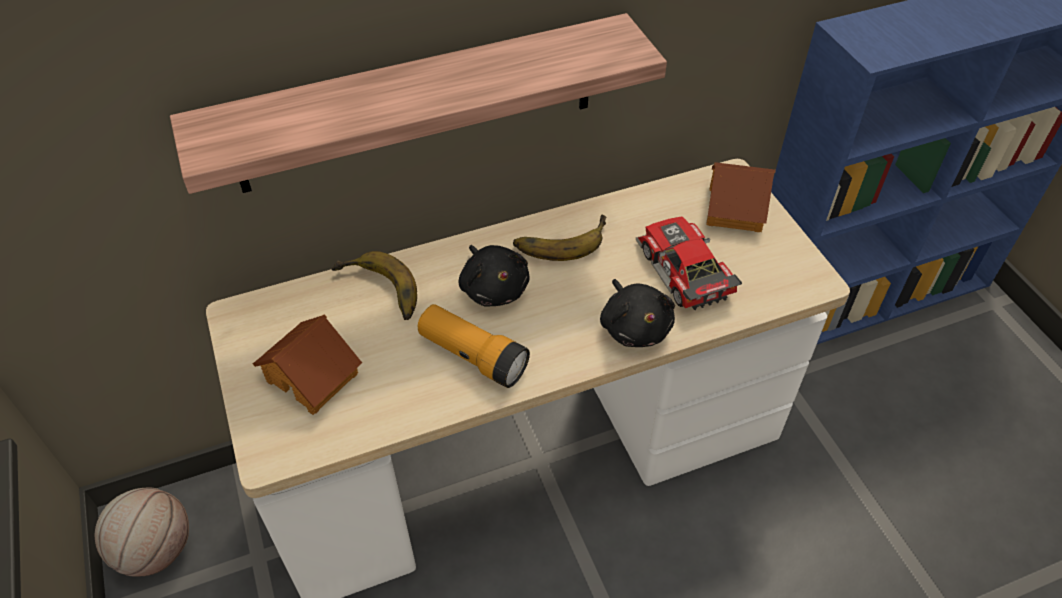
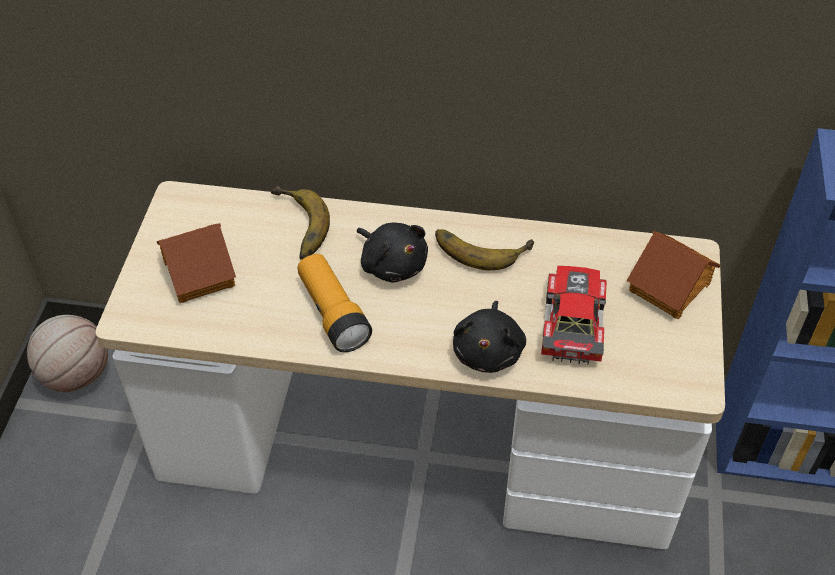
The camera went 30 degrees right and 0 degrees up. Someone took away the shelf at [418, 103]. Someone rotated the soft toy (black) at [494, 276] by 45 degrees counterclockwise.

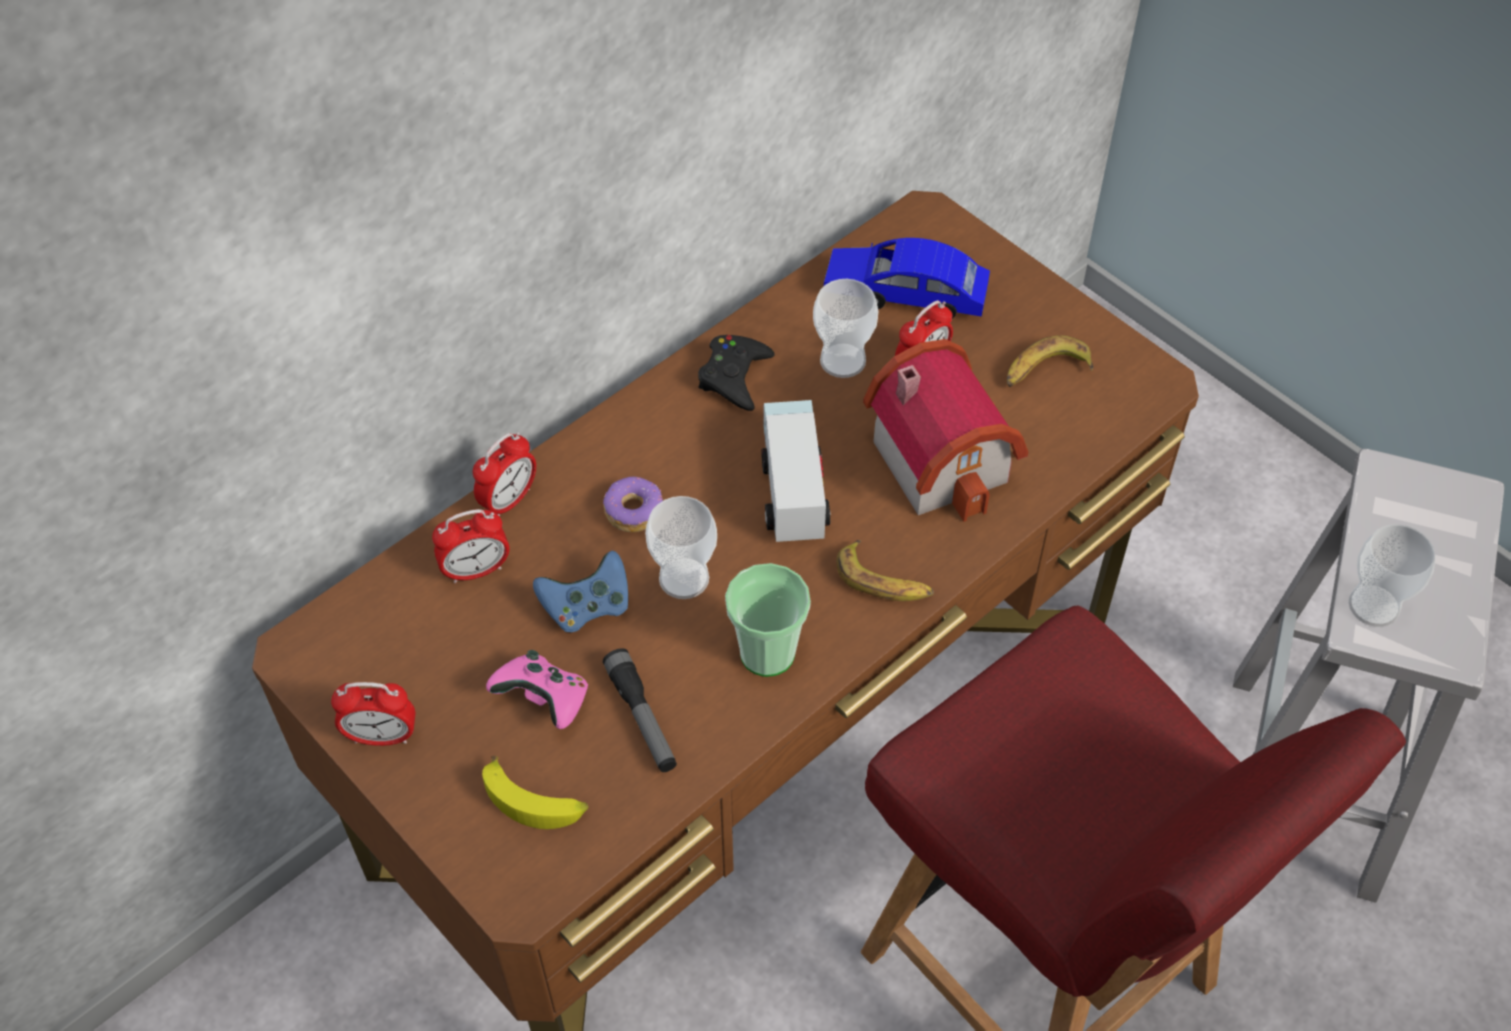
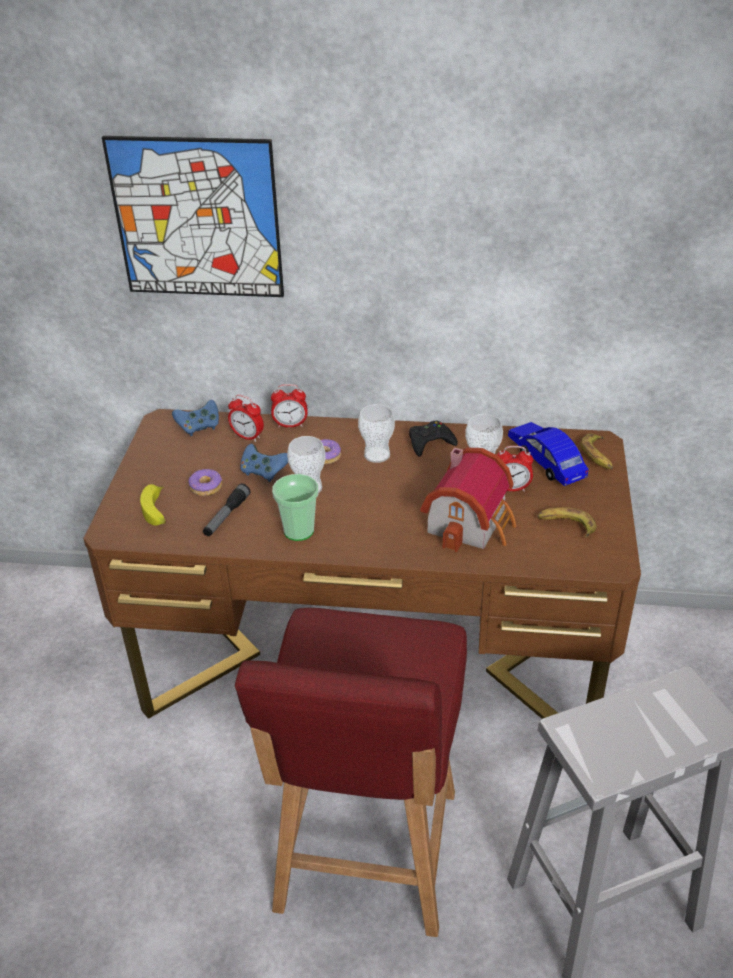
The camera went 50 degrees right and 15 degrees down. Someone took away the model truck at [795, 471]. Someone carried the small cup from [1391, 575] to [376, 433]. Someone carried the banana from [885, 570] to [596, 451]. Someone swapped the gamepad (pinkish) at [537, 689] for the doughnut at [205, 482]. Someone took away the table clock at [373, 714]. Someone put up the wall art at [193, 216]. Someone put down the gamepad (blue) at [195, 418].

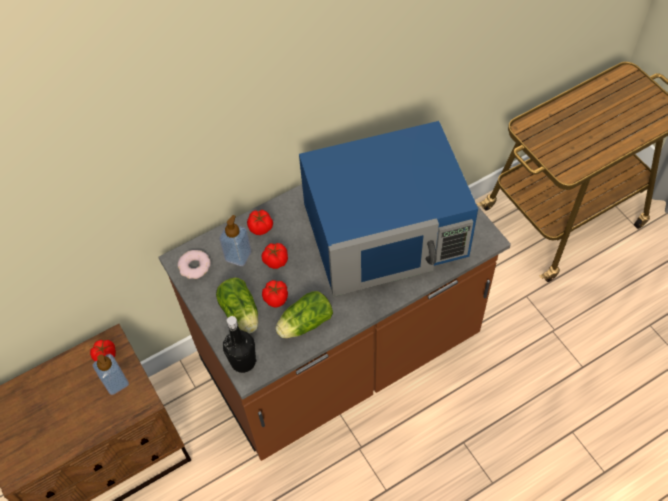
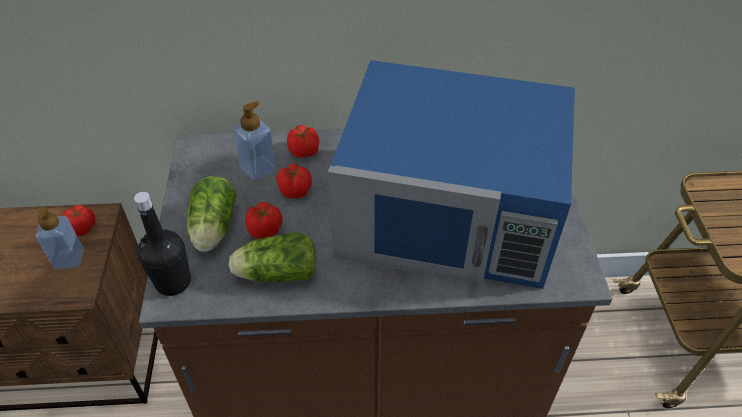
The camera went 25 degrees right and 10 degrees down. Someone took away the doughnut at [194, 264].

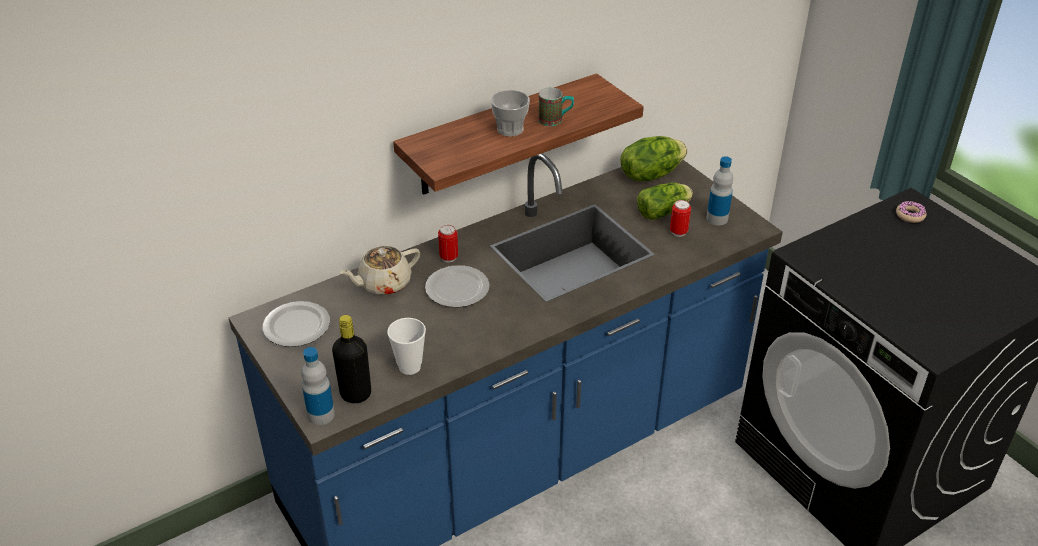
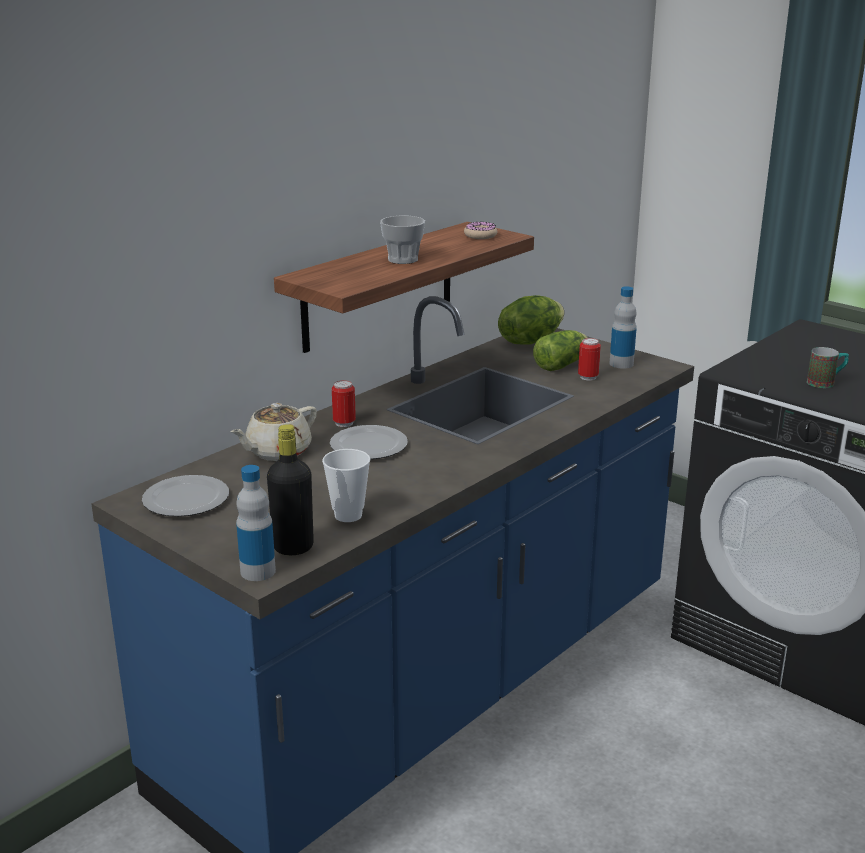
The camera went 15 degrees left and 15 degrees down. Someone carried the tea mug from [556, 107] to [828, 367]. Someone carried the doughnut from [911, 212] to [480, 230].

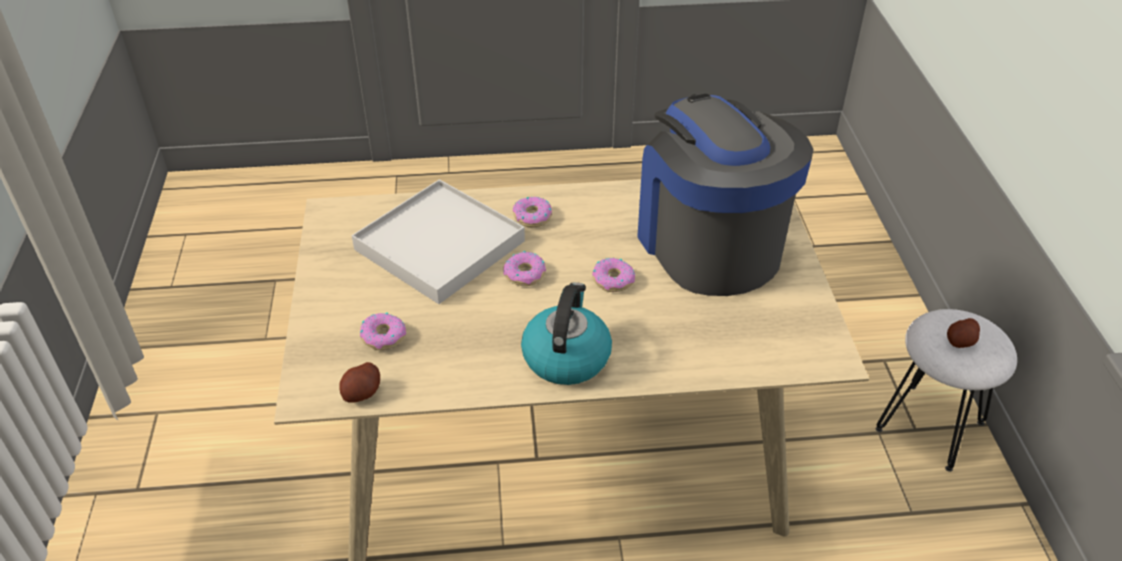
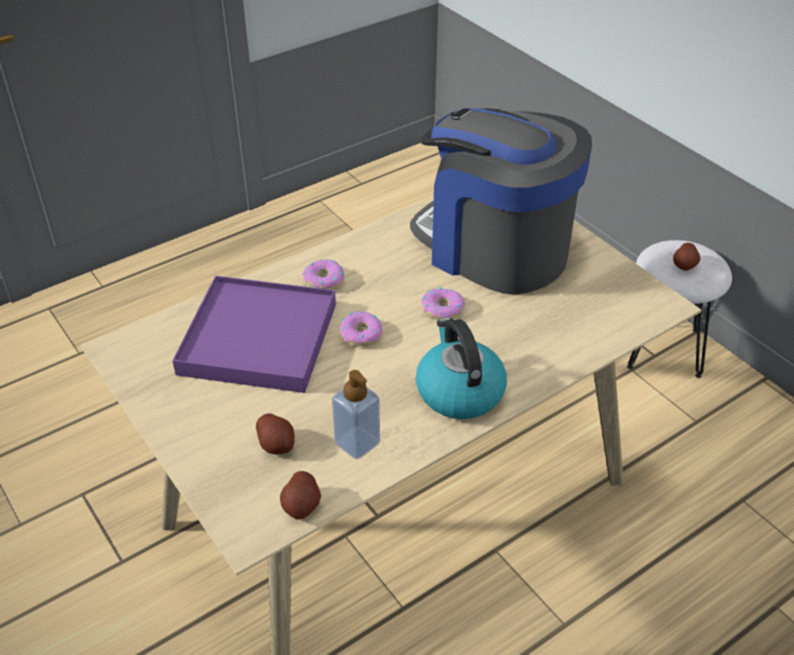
The camera went 30 degrees left and 0 degrees up. Someone repainted the carrying tray (whitish) at [438, 241], which became the carrying tray (purplish) at [254, 334]. Someone swapped the doughnut at [383, 331] for the spud at [275, 433]. Someone put down the liquid soap bottle at [356, 414].

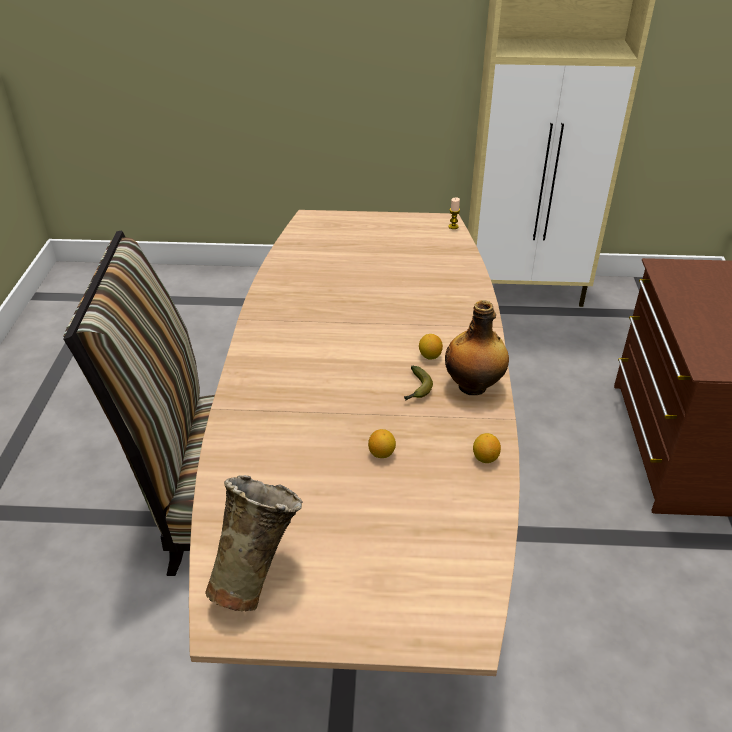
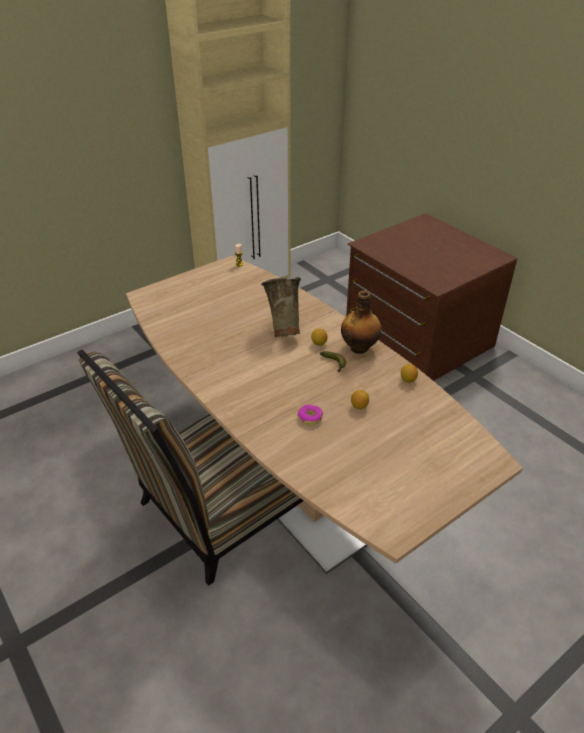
The camera went 40 degrees left and 0 degrees up. Someone carried the flower vase (sand-coloured) from [254, 543] to [281, 307]. Someone put down the doughnut at [310, 415].

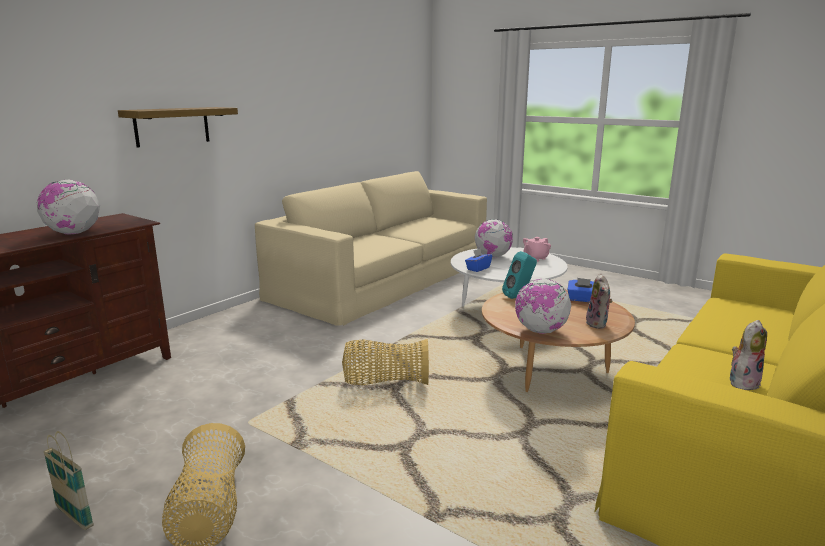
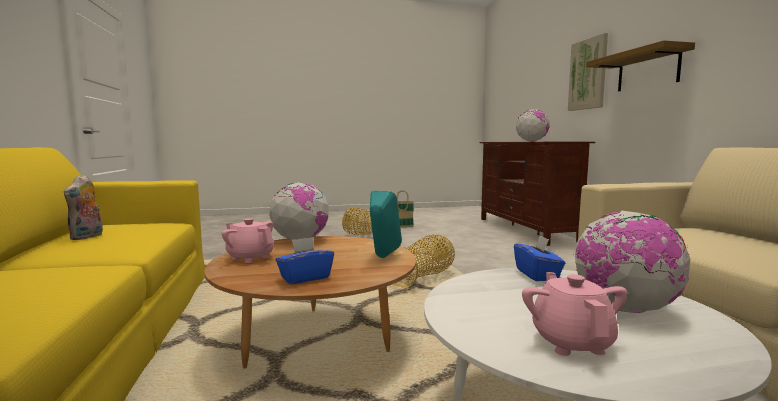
The camera went 130 degrees right and 10 degrees down. Someone swapped the soft toy at [599, 301] for the pot for tea (pinkish) at [248, 240]. Someone put up the wall art at [588, 72].

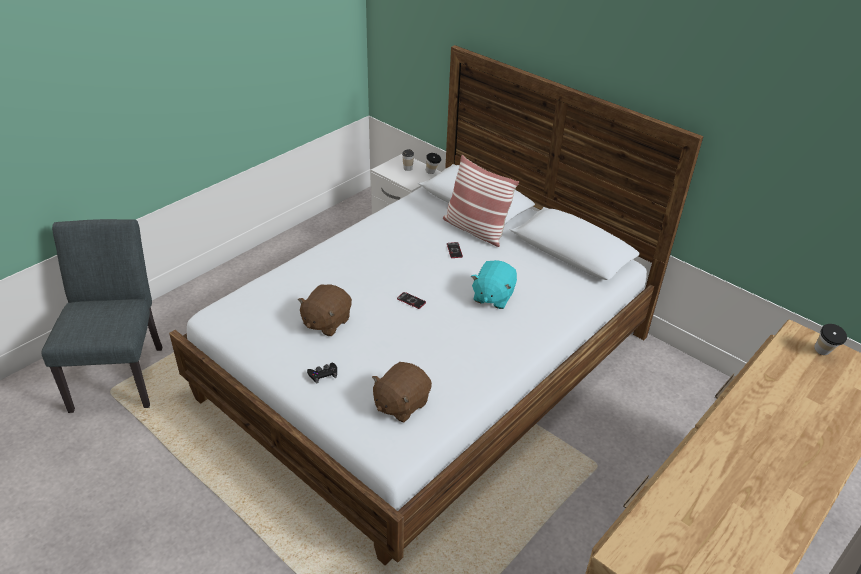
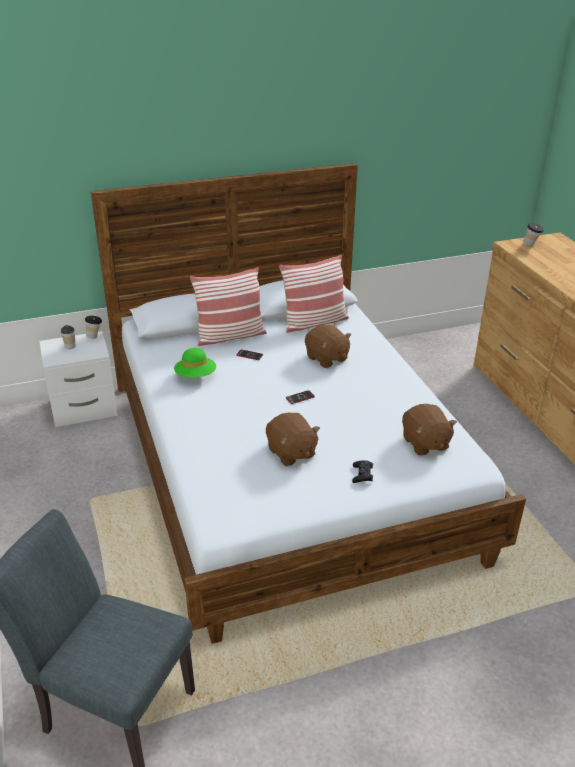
The camera went 60 degrees left and 5 degrees down. Someone repainted the soft toy (turquoise) at [494, 284], which became the soft toy (brown-coloured) at [328, 346]. Someone put down the cushion at [314, 294]. Someone put down the clothing hat (greenish) at [195, 363].

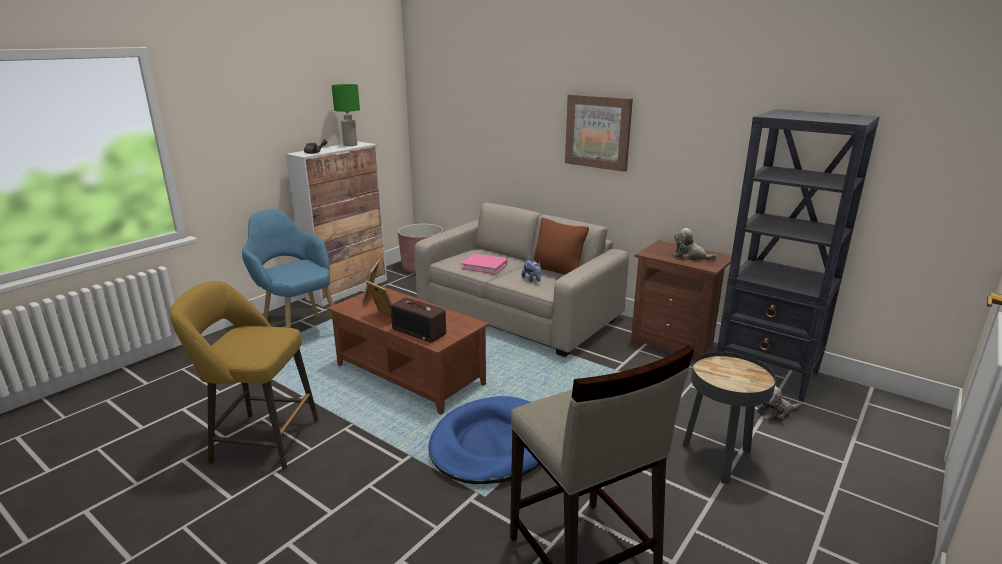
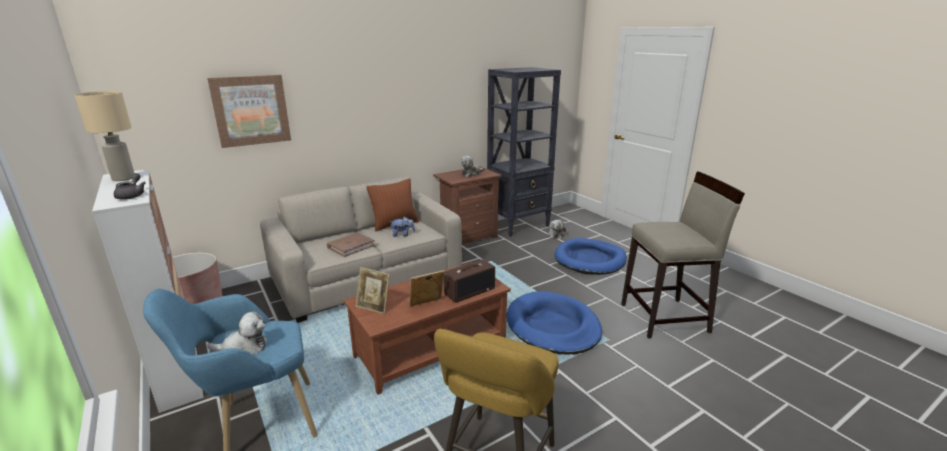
The camera went 70 degrees left and 0 degrees up. Someone repainted the table lamp (greenish) at [346, 115], which became the table lamp (sand-coloured) at [104, 136]. Someone carried the wall art from [599, 133] to [249, 111]. Someone repainted the volume (pinkish) at [484, 264], which became the volume (brown-coloured) at [351, 244]. Someone swapped the accent table (black) at [729, 418] for the pet bed (blue) at [590, 256]. Someone put down the soft toy at [237, 332].

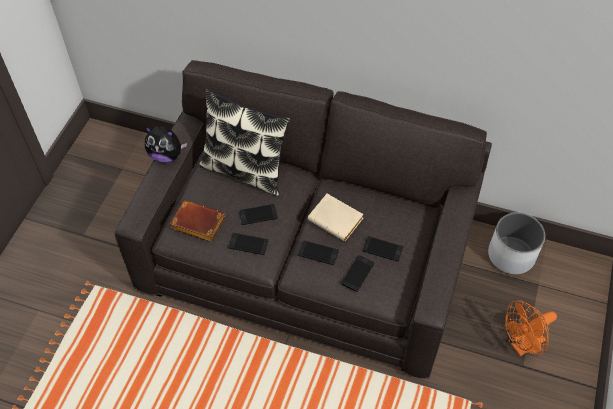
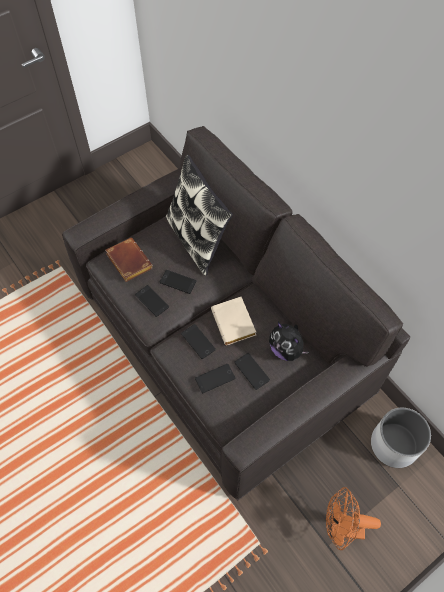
The camera went 35 degrees right and 5 degrees up. Someone carried the soft toy from [166, 145] to [289, 341].

